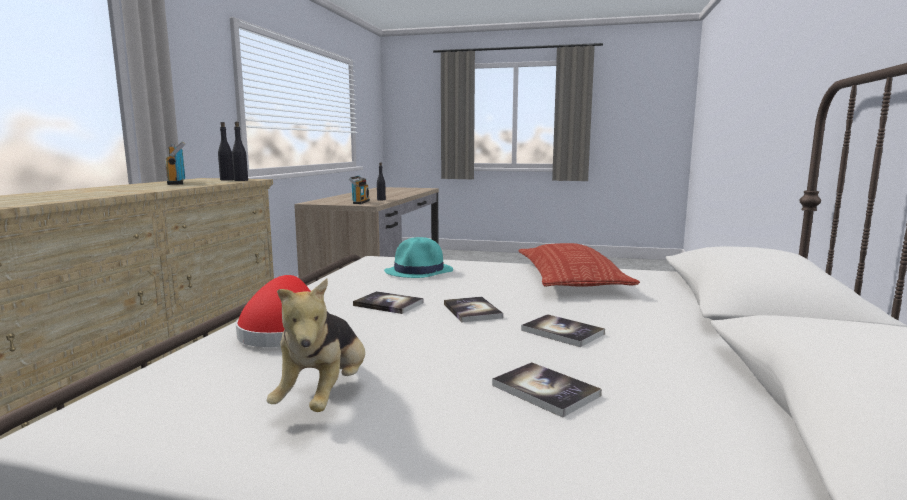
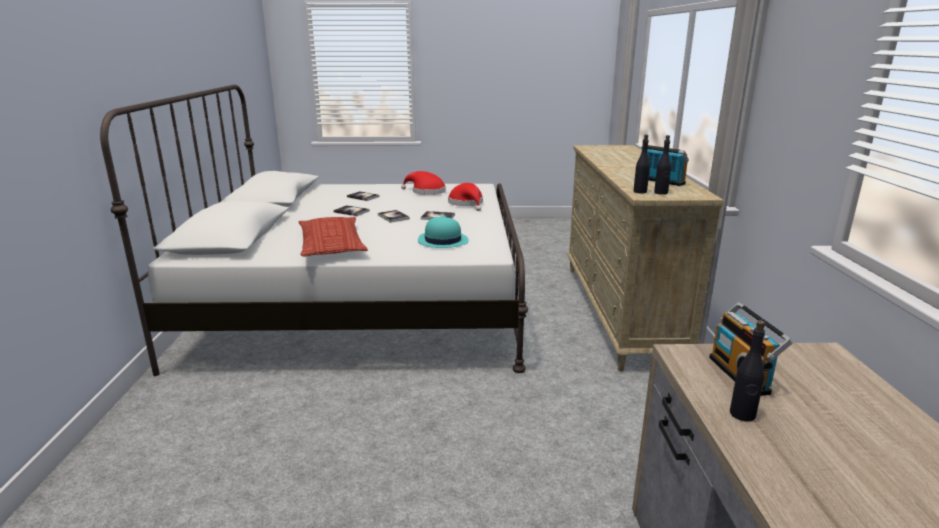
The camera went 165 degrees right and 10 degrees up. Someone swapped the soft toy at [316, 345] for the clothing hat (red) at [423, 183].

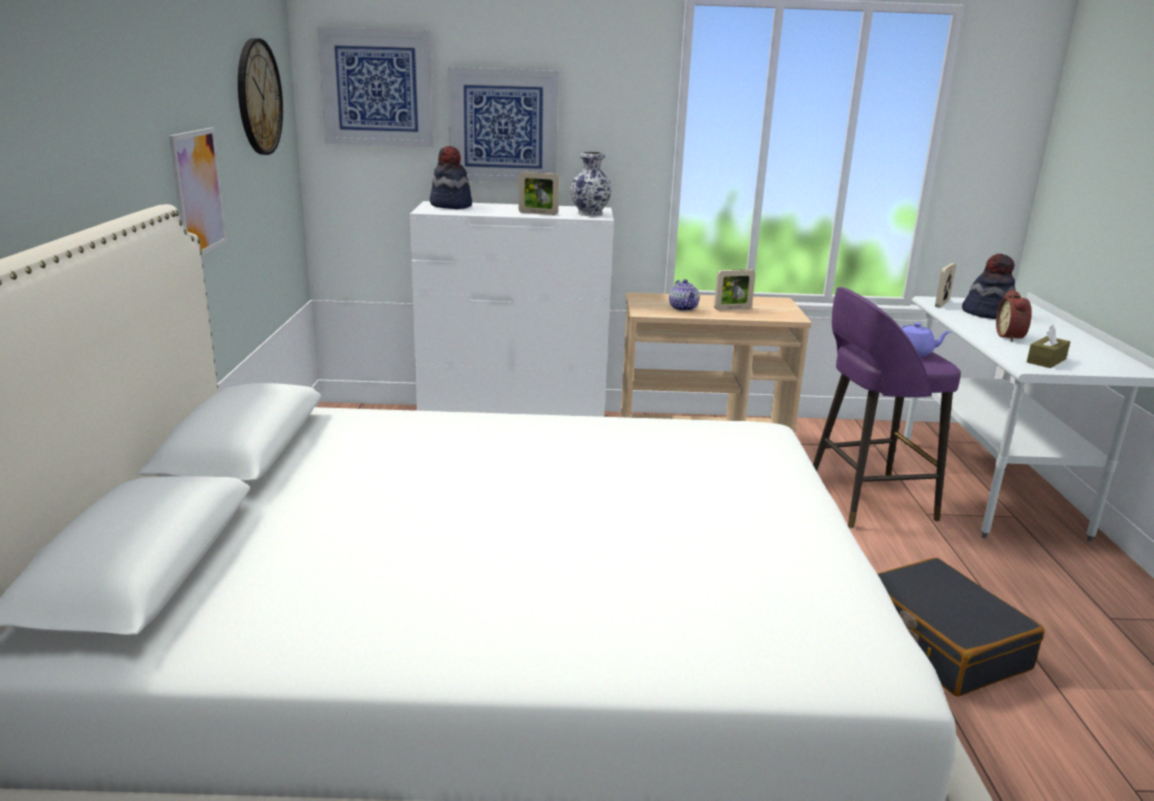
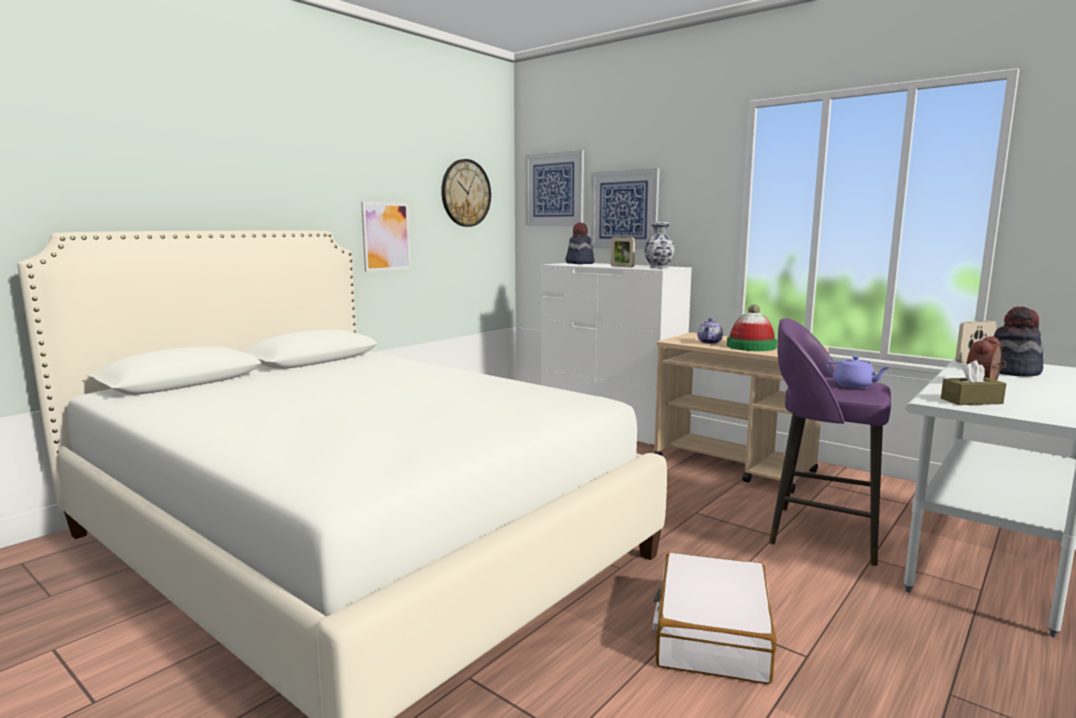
The camera went 40 degrees right and 10 degrees down. Someone swapped the picture frame at [735, 289] for the clothing hat at [752, 327]. Someone repainted the piece of luggage (black) at [961, 627], which became the piece of luggage (whitish) at [714, 618].

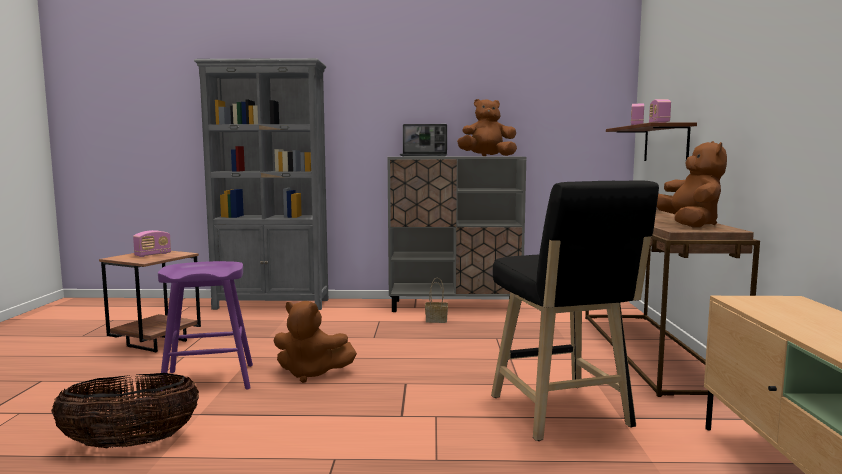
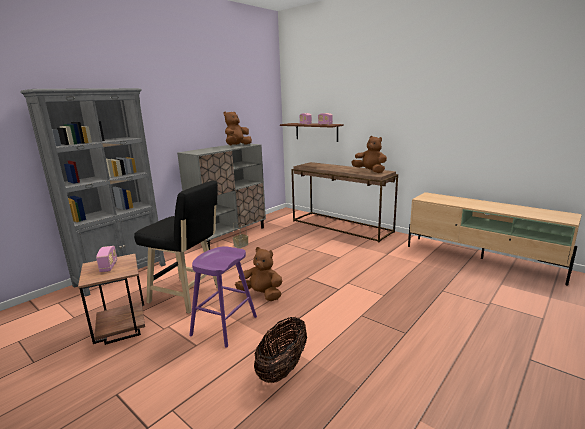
The camera went 50 degrees left and 10 degrees up. Someone took away the notebook computer at [423, 140]. Someone carried the stool (black) from [575, 310] to [176, 247]. Someone rotated the soft toy (brown-coloured) at [315, 342] by 120 degrees counterclockwise.

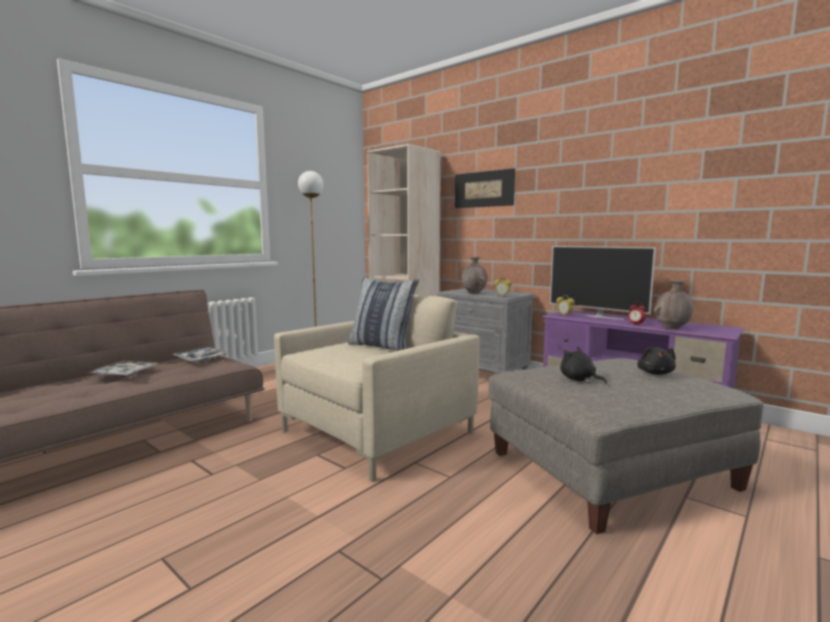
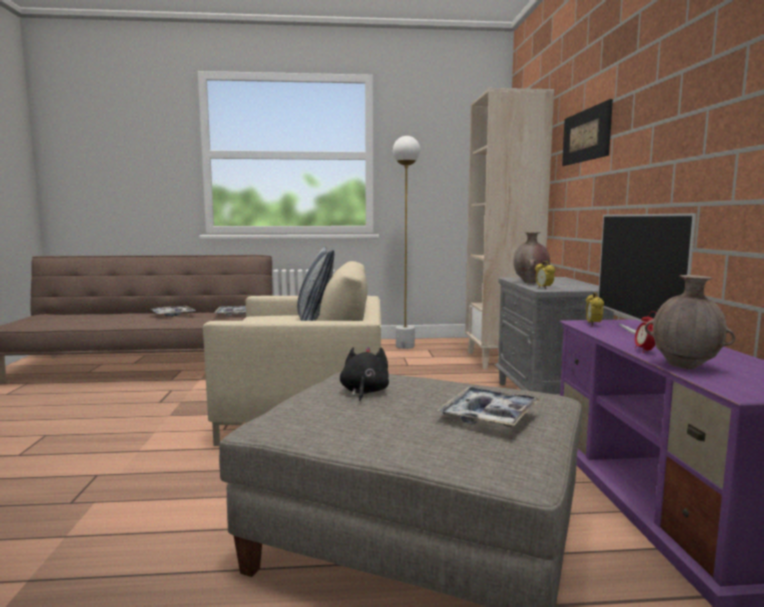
The camera went 45 degrees right and 0 degrees up. Someone swapped the soft toy (black) at [656, 361] for the carrying tray at [489, 407].

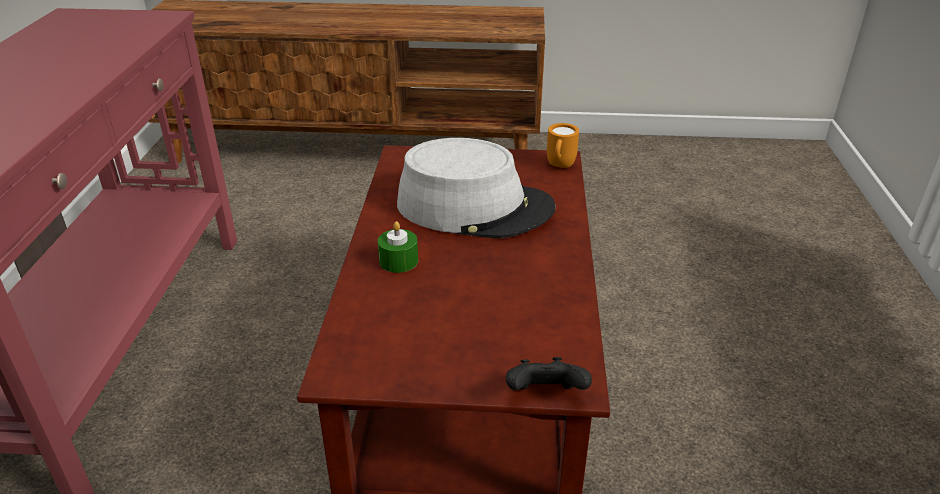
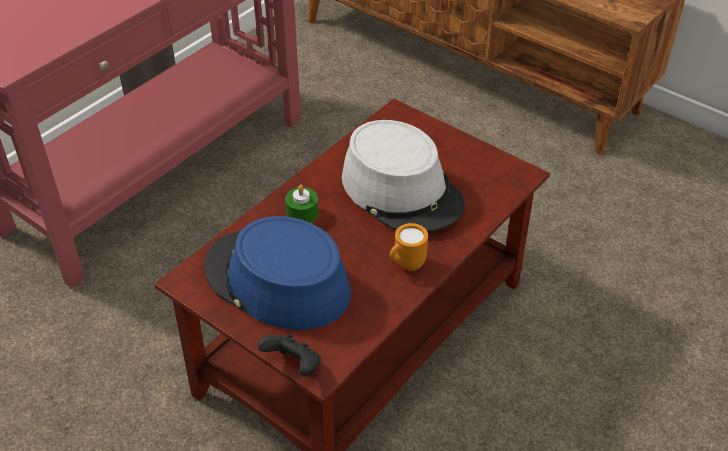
The camera went 35 degrees right and 10 degrees up. Someone carried the tea mug (orange-coloured) from [563, 145] to [409, 247]. Someone put down the clothing hat (blue) at [277, 273].

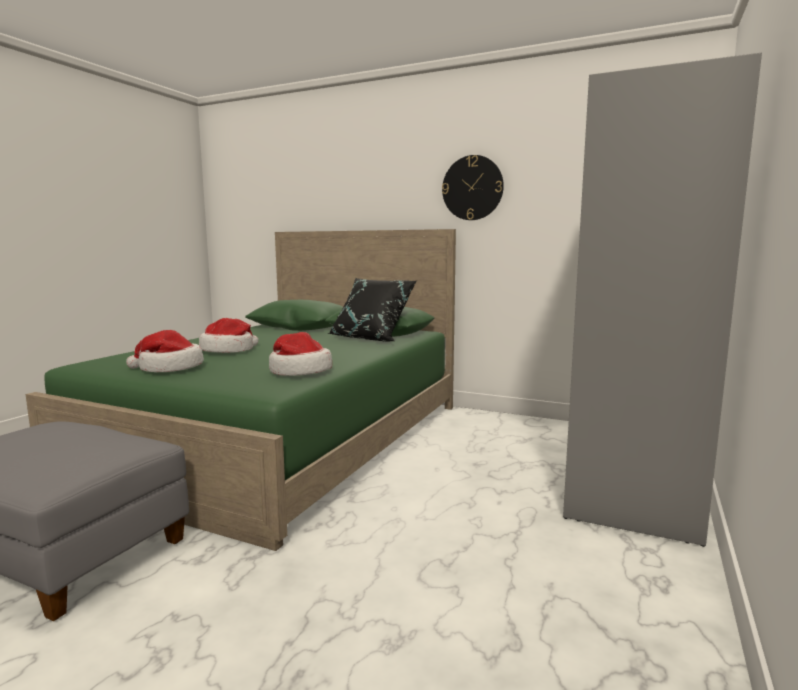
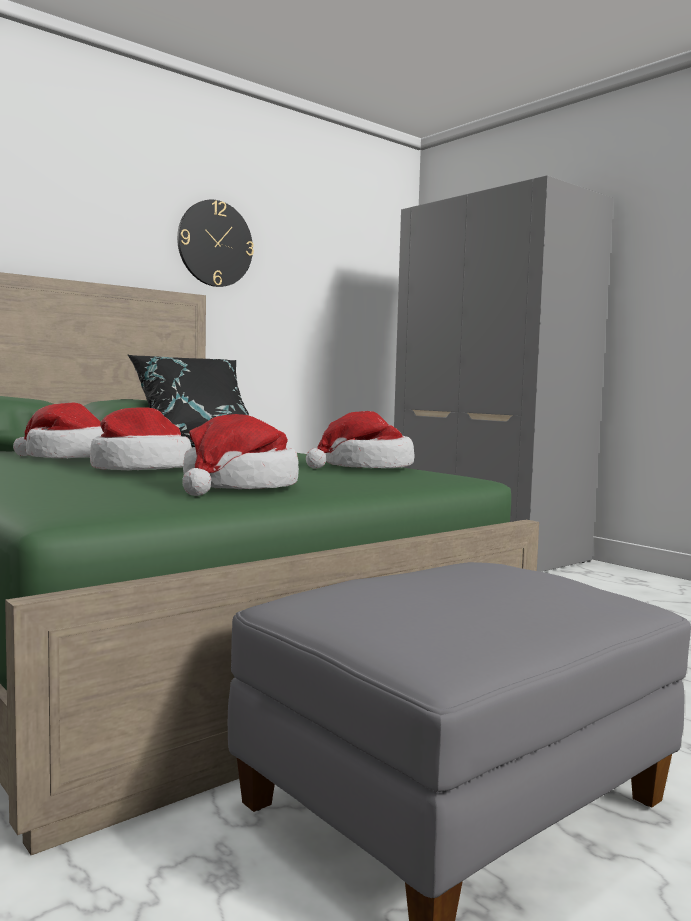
The camera went 65 degrees left and 5 degrees down. Someone put down the clothing hat at [58, 430].

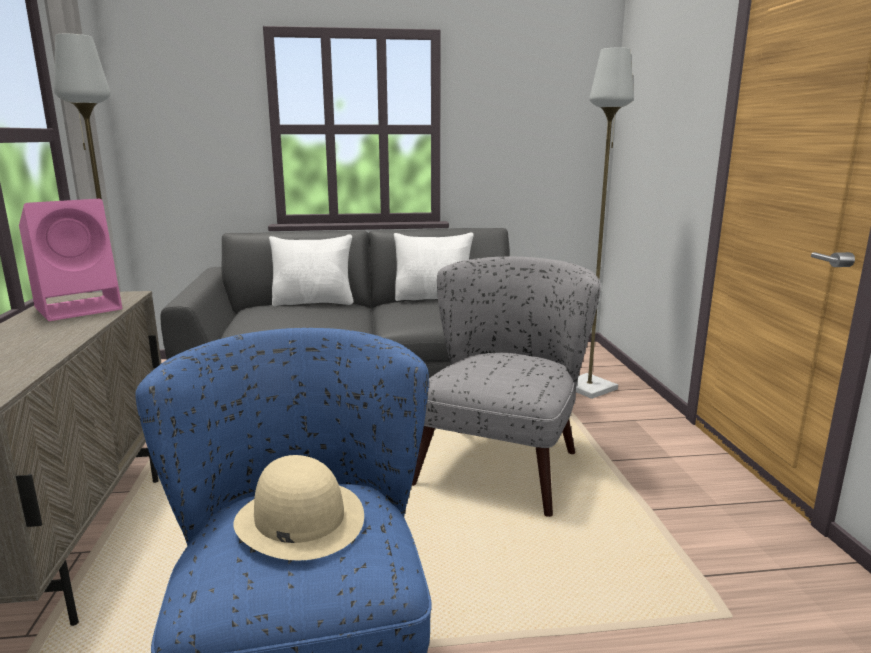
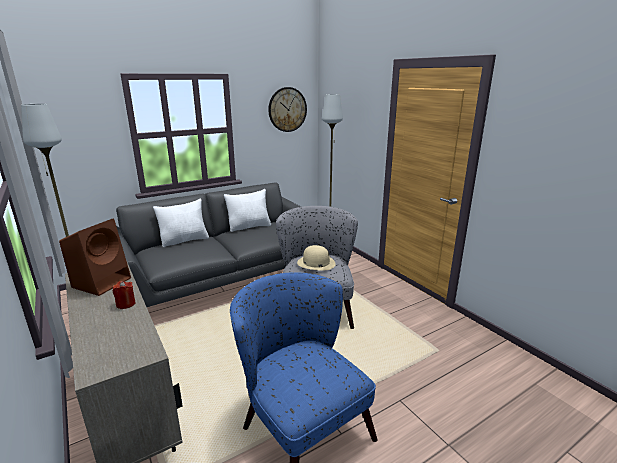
The camera went 25 degrees left and 5 degrees up. Someone repainted the audio speaker (pinkish) at [70, 260], which became the audio speaker (brown-coloured) at [95, 257]. Someone carried the clothing hat (sand-coloured) from [298, 507] to [316, 258]. Someone put up the clock on the wall at [287, 109]. Someone put down the candle (red) at [124, 295].

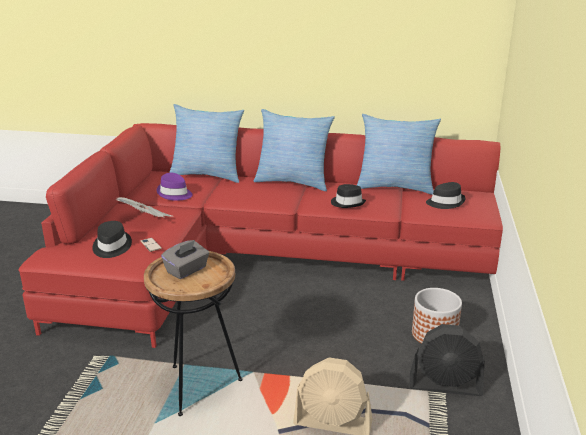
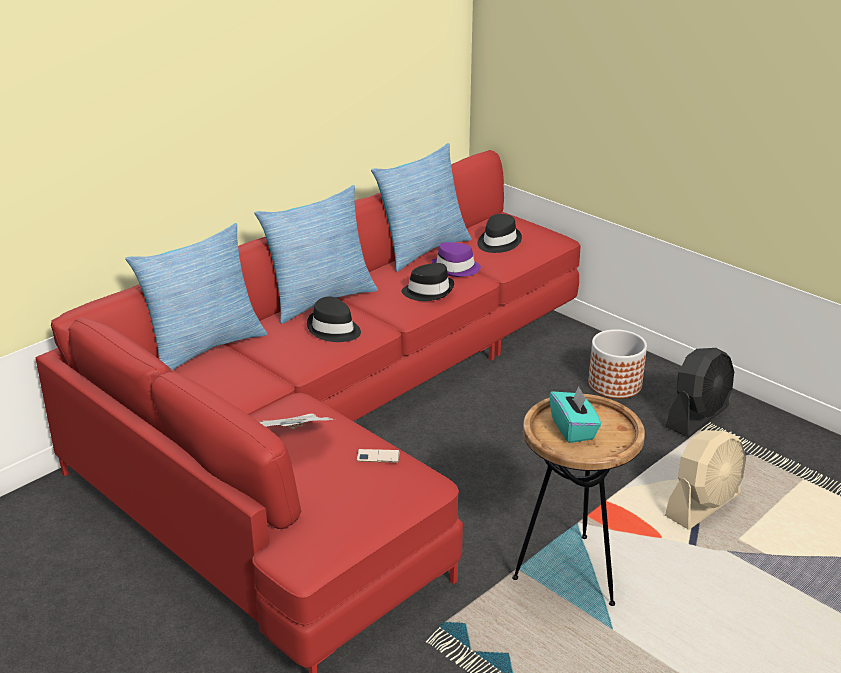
The camera went 55 degrees left and 5 degrees up. Someone carried the clothing hat (purplish) from [174, 187] to [456, 259]. Someone carried the clothing hat (black) from [112, 239] to [334, 319]. Someone repainted the tissue box (greyish) at [185, 259], which became the tissue box (turquoise) at [575, 414].

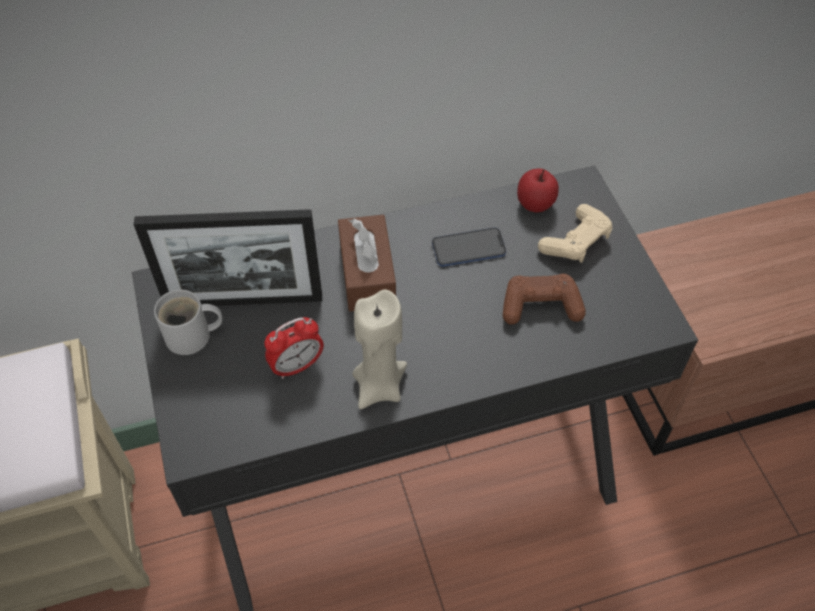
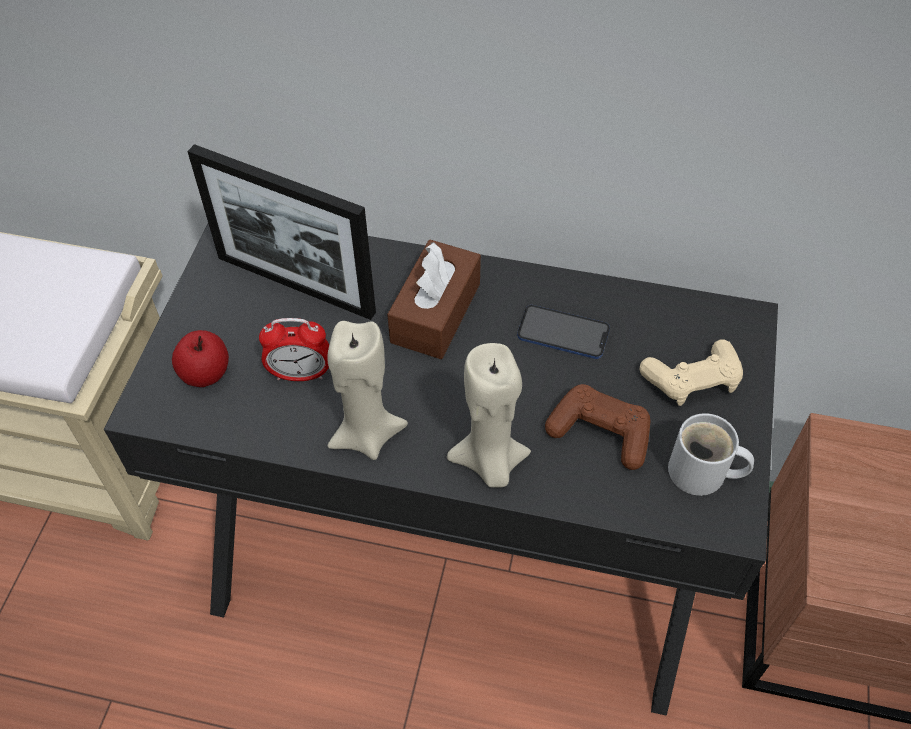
The camera went 30 degrees right and 0 degrees up. Someone carried the apple from [538, 190] to [200, 358]. Someone carried the tea mug (whitish) from [188, 322] to [711, 454]. Someone put down the candle (sand-coloured) at [489, 415].

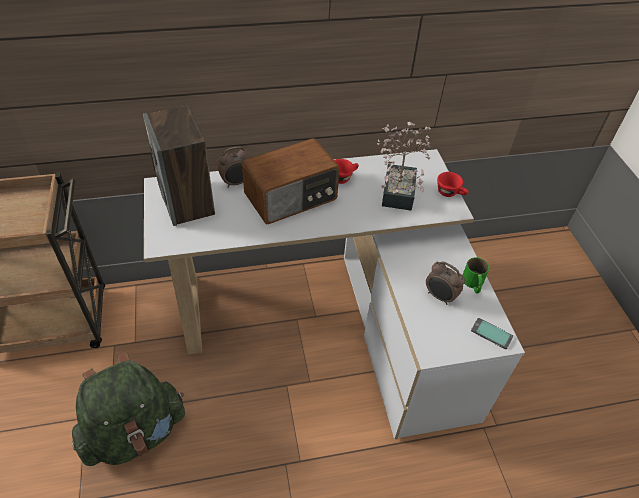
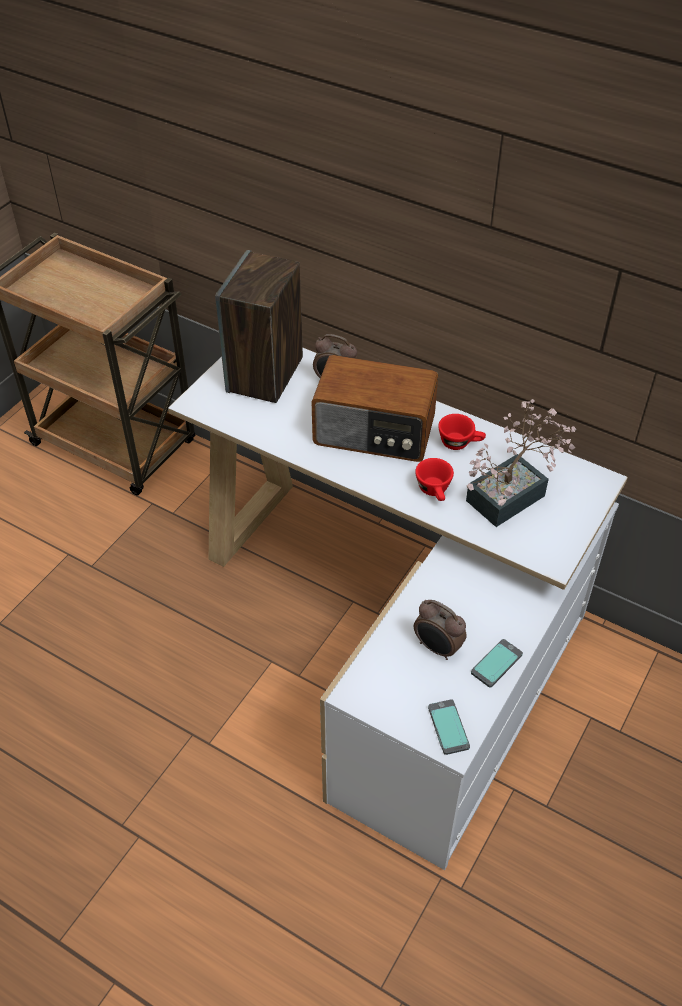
The camera went 45 degrees right and 0 degrees up. Someone carried the small cup (red) from [453, 184] to [434, 479]. Someone swapped the tea mug (greenish) at [476, 275] for the phone at [497, 663]. Someone rotated the table clock at [445, 283] by 45 degrees counterclockwise. Someone took away the rucksack (greenish) at [128, 409].

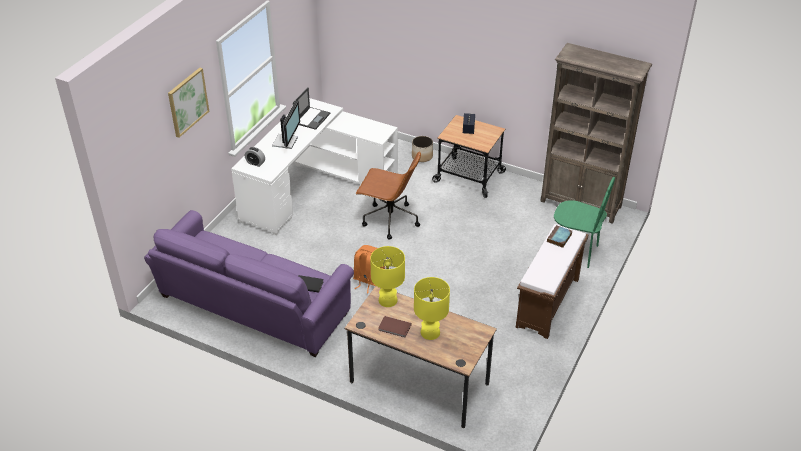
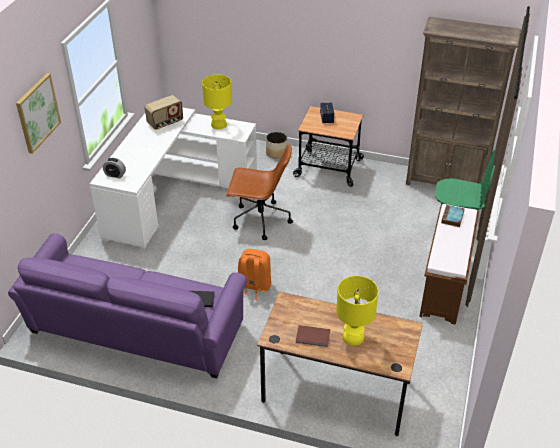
The camera went 10 degrees left and 0 degrees up. Someone swapped the notebook computer at [311, 108] for the radio set at [163, 112]. Someone took away the monitor at [286, 124]. Someone carried the table lamp (yellow) from [387, 276] to [217, 102].

